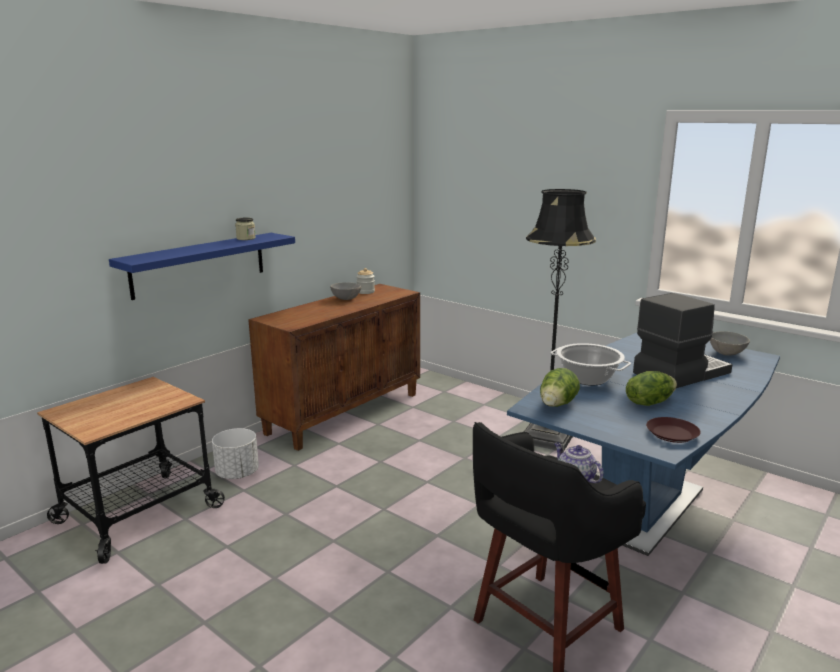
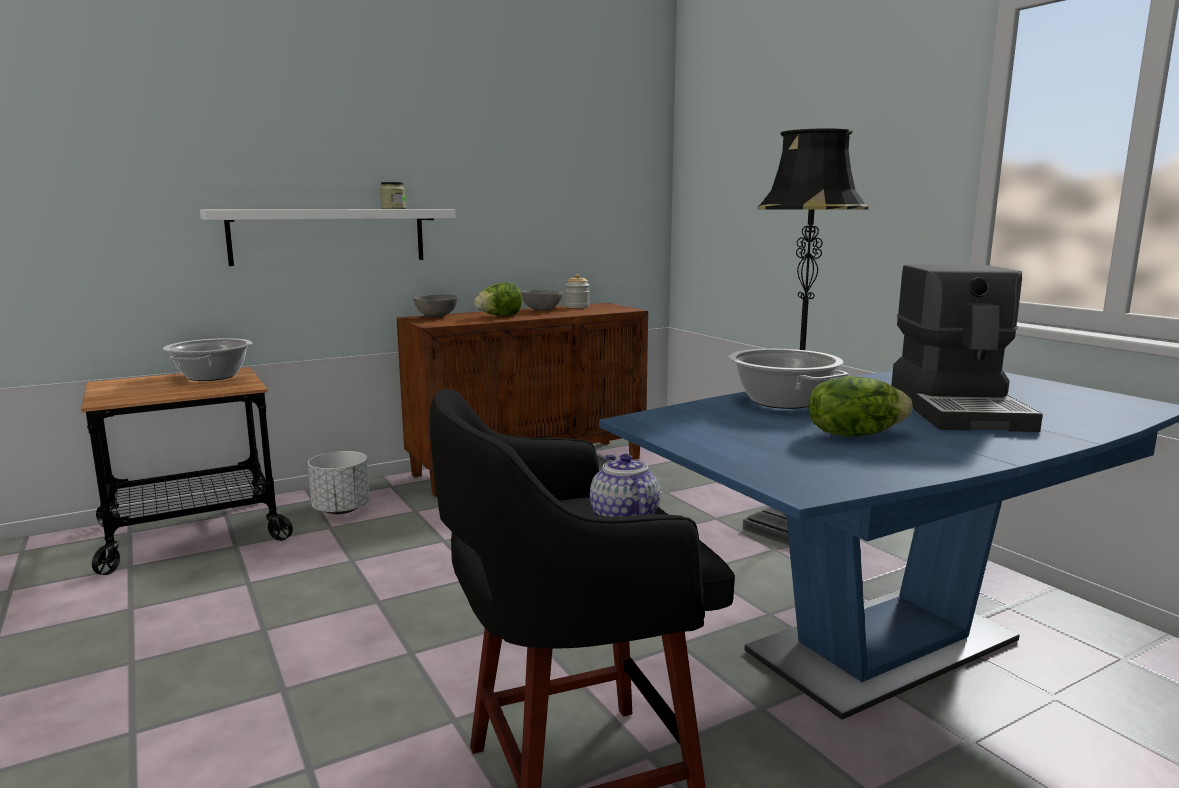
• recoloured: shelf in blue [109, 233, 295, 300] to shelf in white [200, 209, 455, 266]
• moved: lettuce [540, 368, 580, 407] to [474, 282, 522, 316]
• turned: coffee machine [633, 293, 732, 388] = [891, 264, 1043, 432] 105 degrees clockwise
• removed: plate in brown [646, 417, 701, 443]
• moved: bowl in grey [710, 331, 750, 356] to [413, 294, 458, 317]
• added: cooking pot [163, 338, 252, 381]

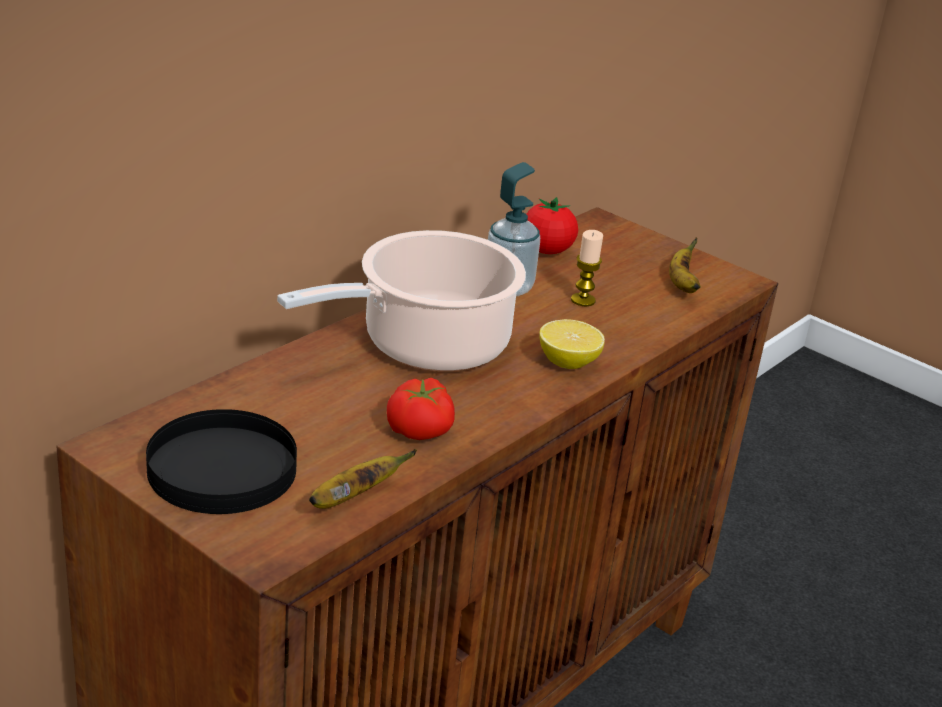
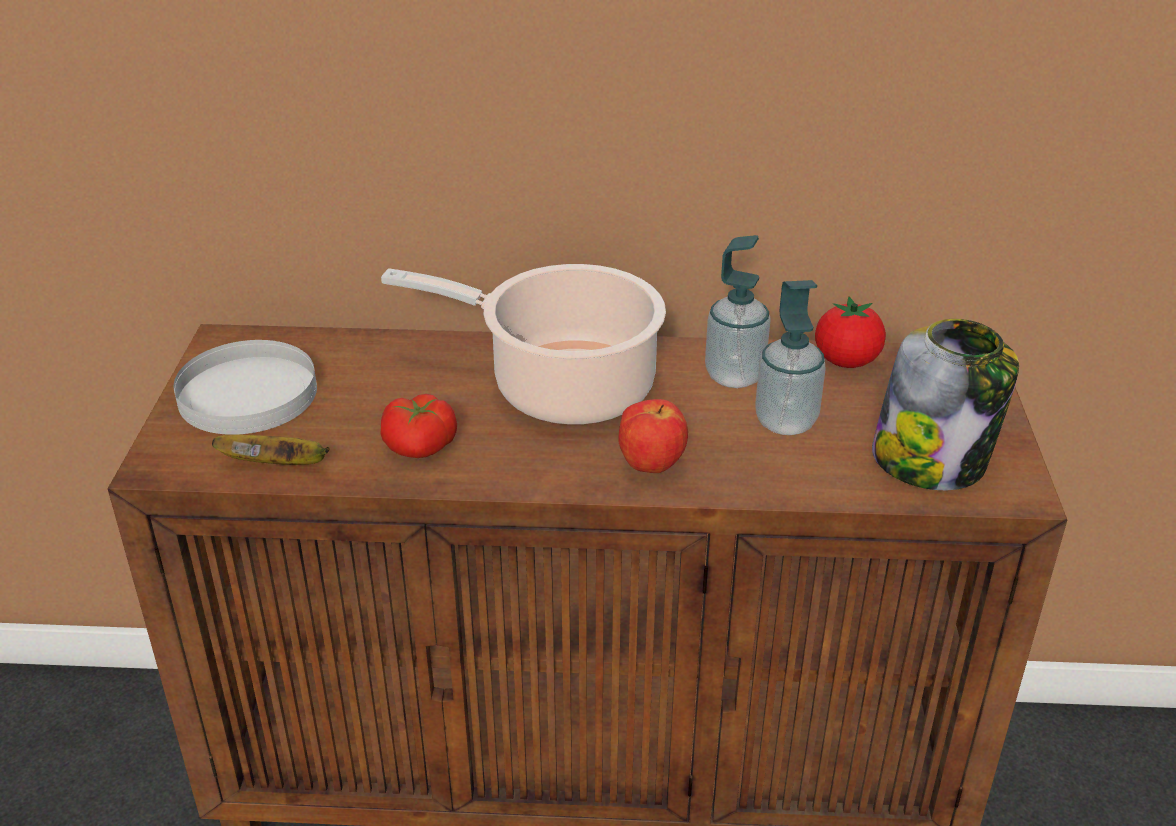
• recoloured: plate in black [146, 409, 297, 514] to plate in white [174, 340, 317, 435]
• replaced: lemon [539, 319, 605, 369] to apple [619, 399, 688, 473]
• replaced: candle [571, 230, 603, 306] to soap dispenser [756, 280, 826, 435]
• replaced: banana [669, 238, 701, 293] to jar [872, 319, 1019, 490]

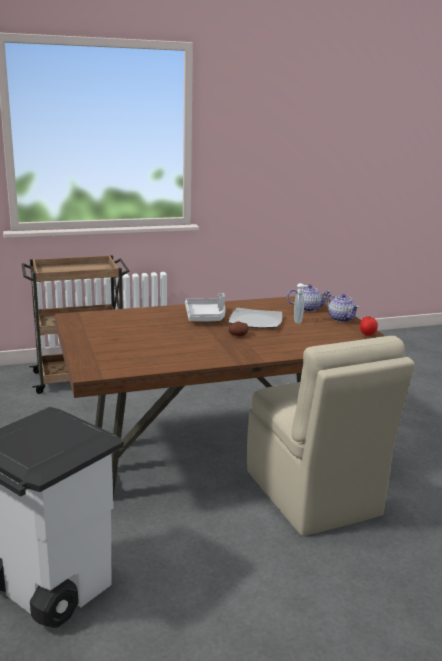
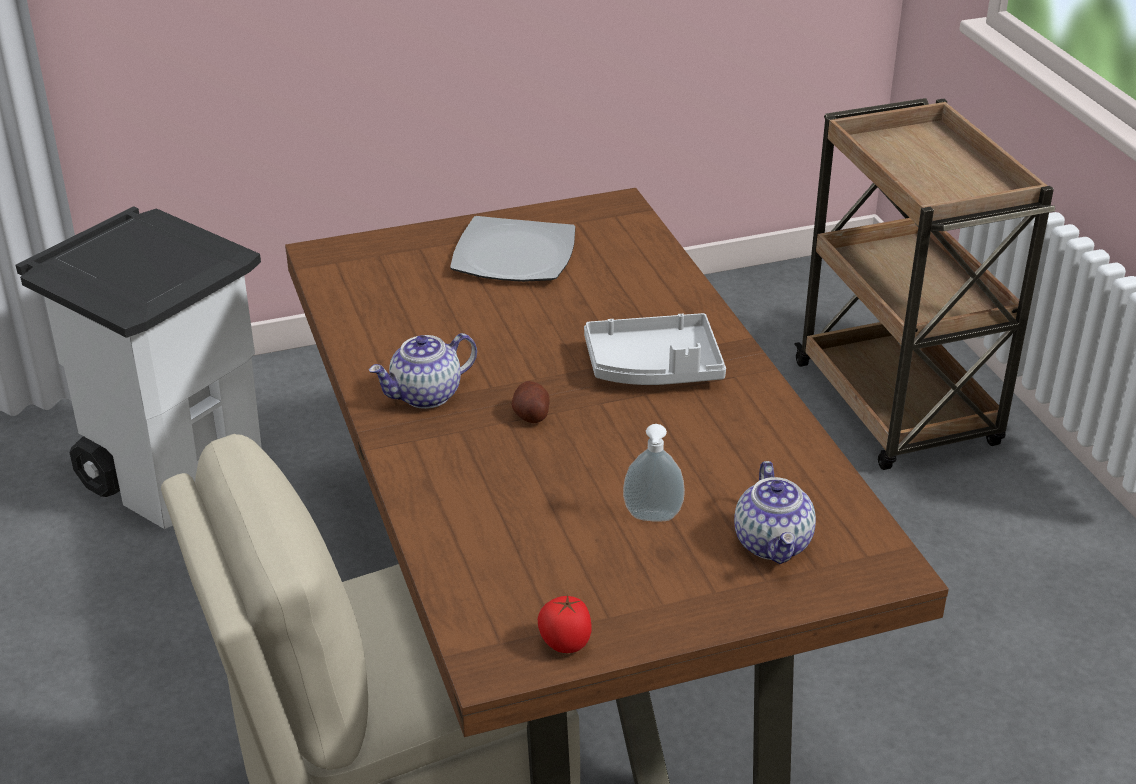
• moved: plate [229, 308, 282, 328] to [450, 216, 575, 282]
• moved: teapot [327, 294, 359, 322] to [369, 333, 477, 409]

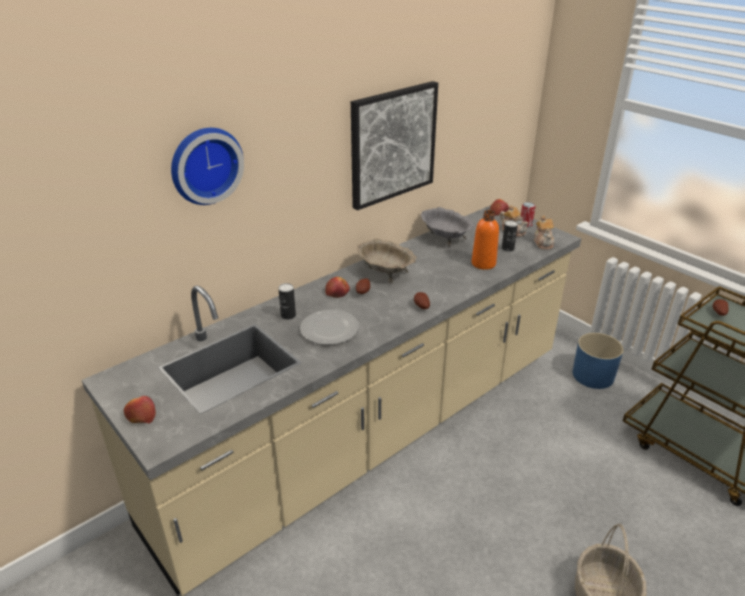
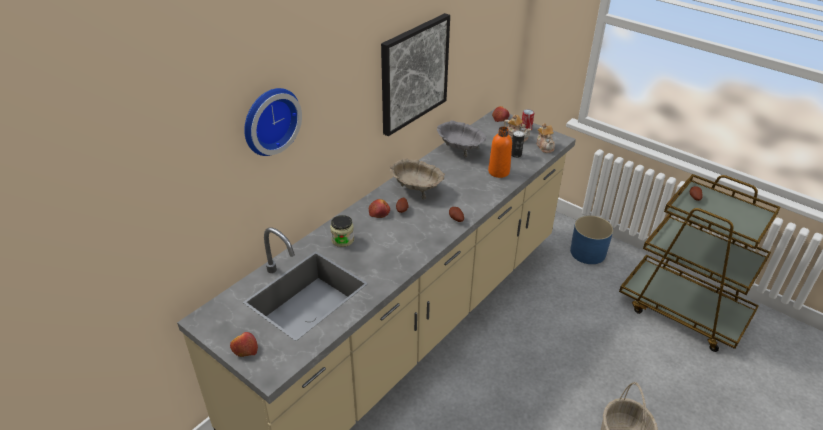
• replaced: can [278, 283, 296, 320] to jar [330, 215, 354, 247]
• removed: plate [300, 310, 359, 345]

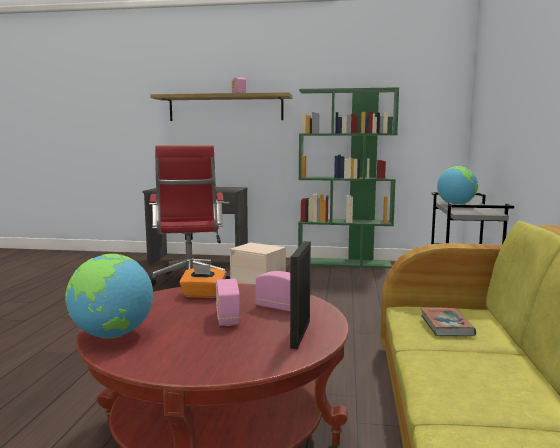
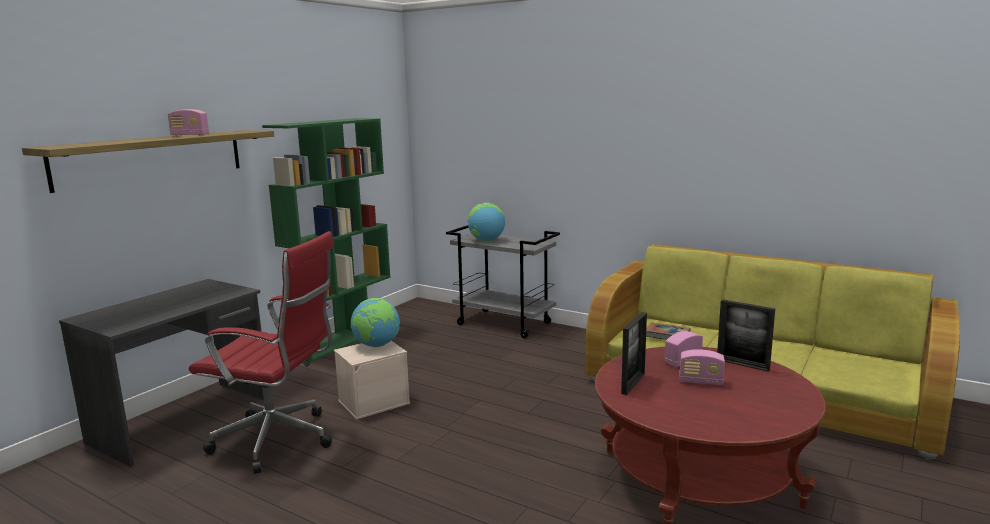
• moved: globe [65, 254, 153, 339] to [351, 298, 400, 347]
• replaced: tissue box in orange [179, 264, 226, 298] to picture frame [621, 312, 647, 395]

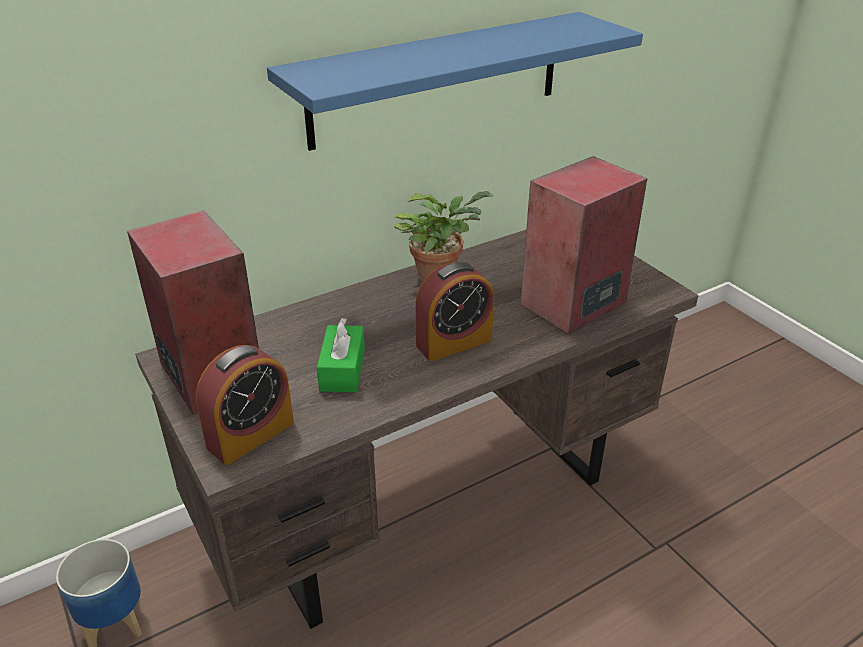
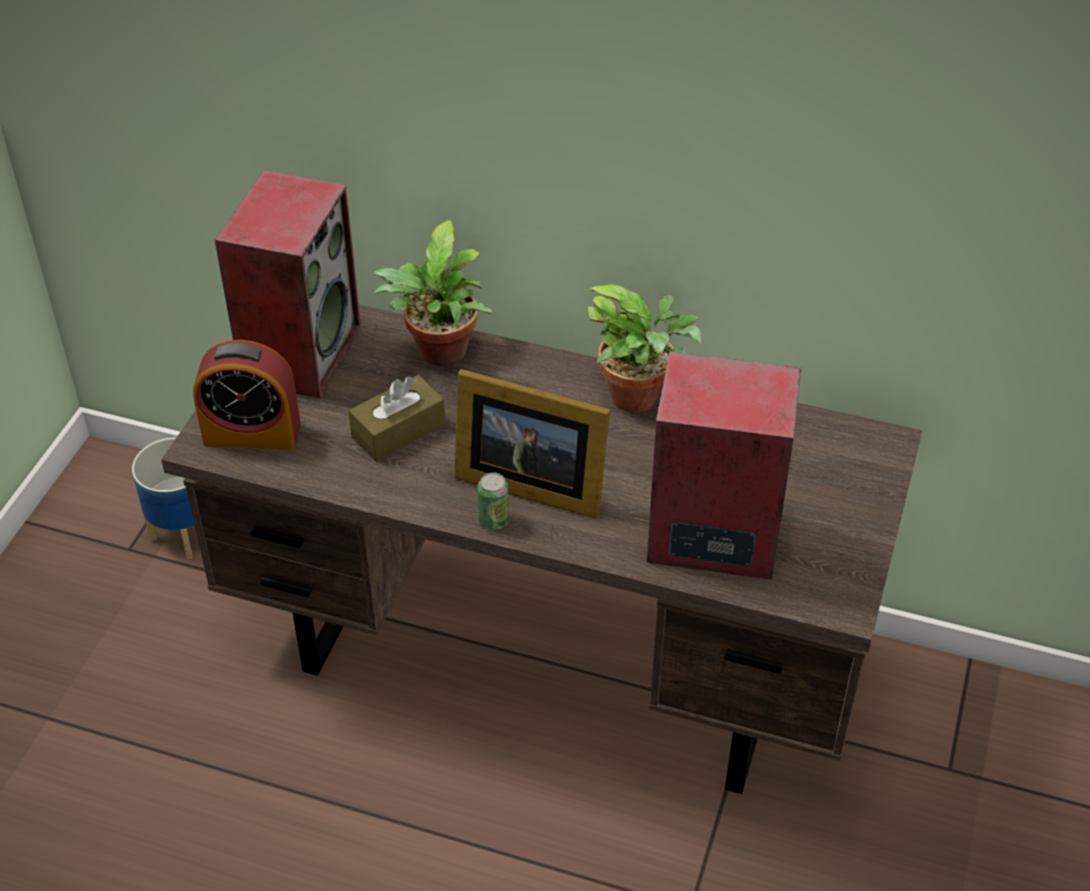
• removed: shelf in blue [267, 12, 643, 151]
• recoloured: tissue box in green [317, 318, 365, 392] to tissue box in brown [348, 375, 446, 461]
• replaced: alarm clock [415, 262, 494, 361] to picture frame [454, 369, 610, 519]
• added: potted plant [373, 220, 493, 366]
• added: can [477, 472, 509, 530]

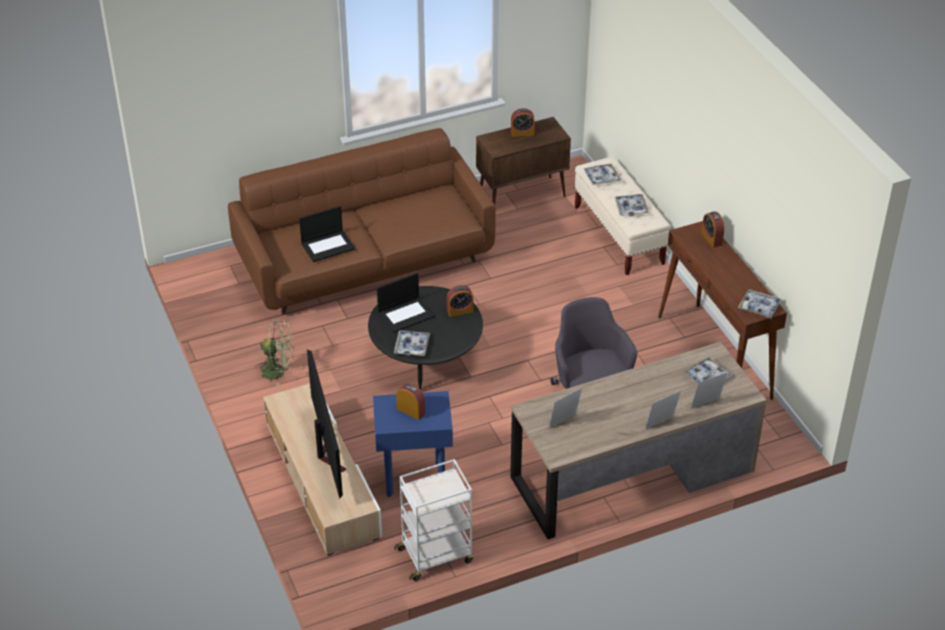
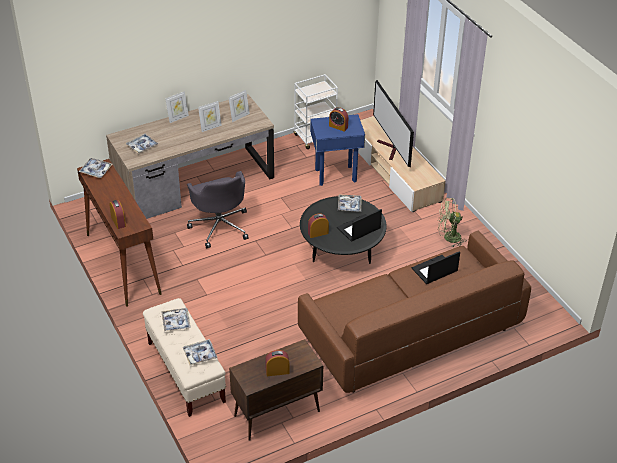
• moved: picture frame [691, 372, 728, 408] to [198, 101, 222, 132]

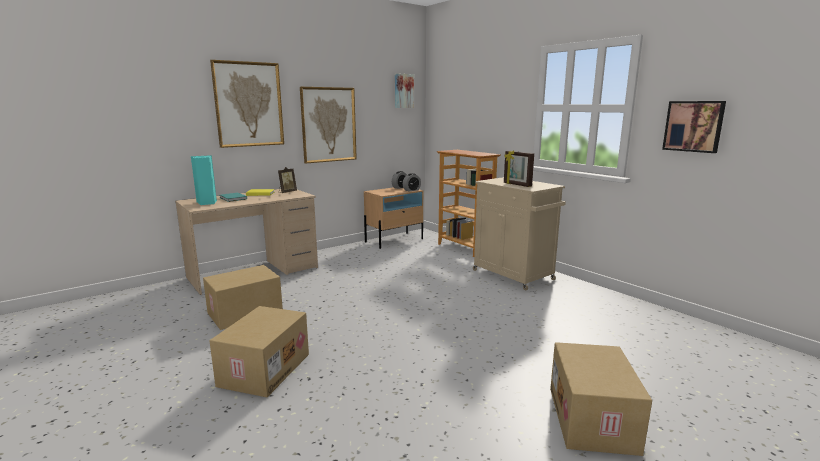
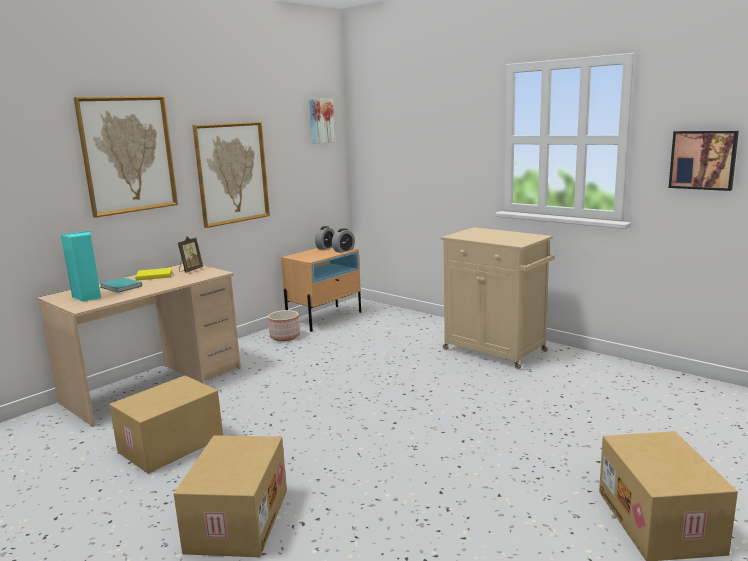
• removed: bookcase [437, 150, 501, 257]
• removed: picture frame [504, 150, 534, 187]
• added: planter [268, 310, 300, 341]

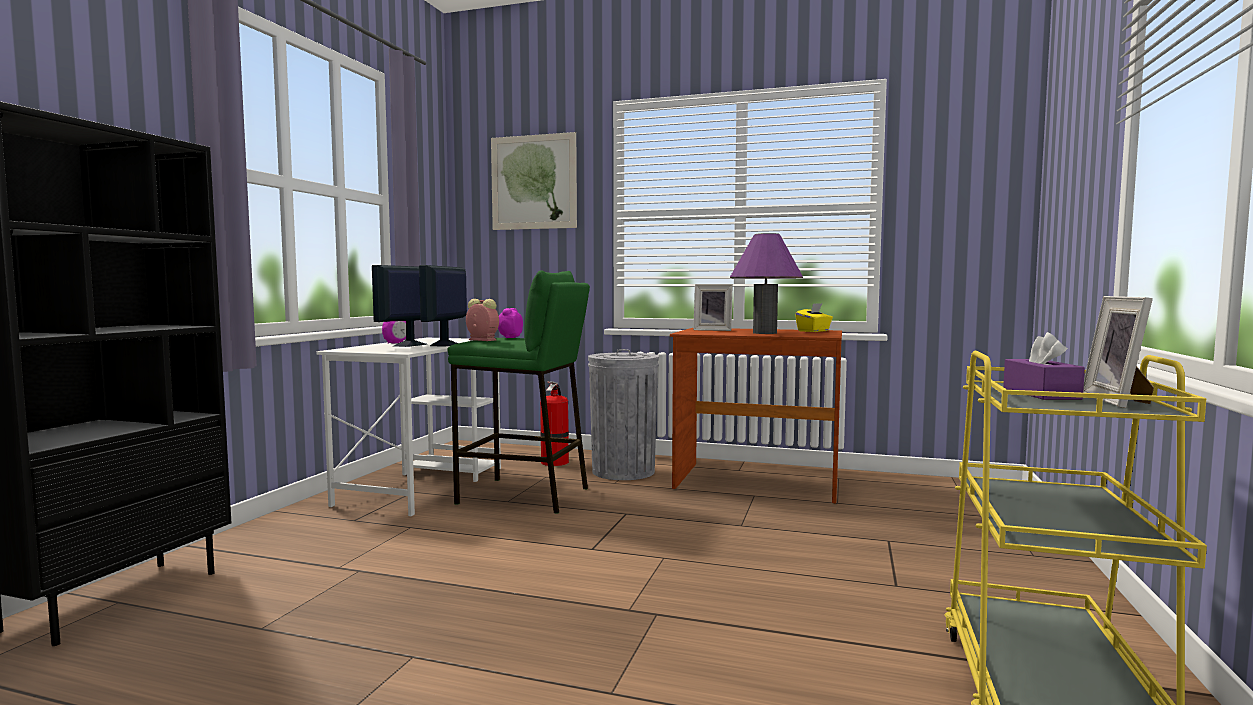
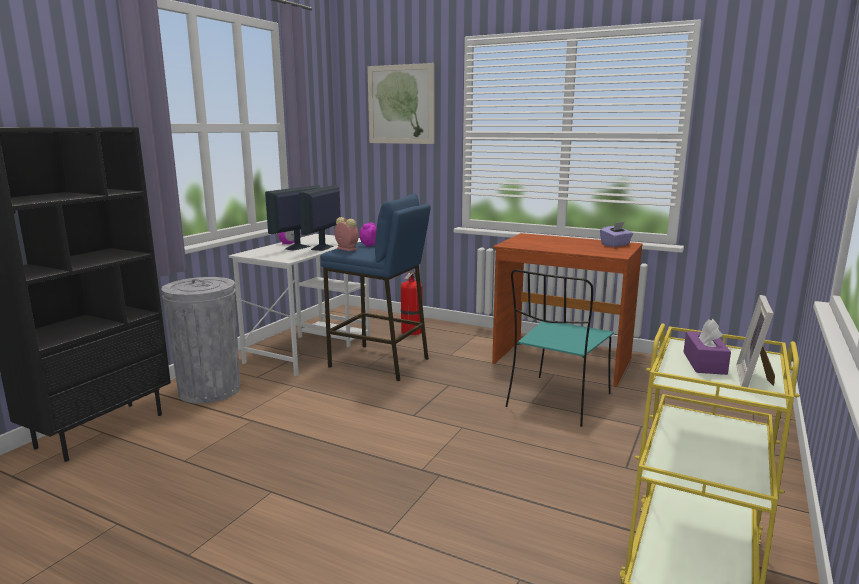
• recoloured: stool in green [447, 270, 590, 514] to stool in blue [321, 194, 431, 381]
• moved: trash can in grey [588, 349, 659, 480] to [161, 277, 240, 404]
• removed: picture frame [693, 284, 733, 331]
• removed: table lamp in purple [730, 233, 803, 334]
• recoloured: tissue box in yellow [795, 303, 833, 332] to tissue box in purple [600, 222, 633, 247]
• added: chair in turquoise [506, 270, 614, 427]

